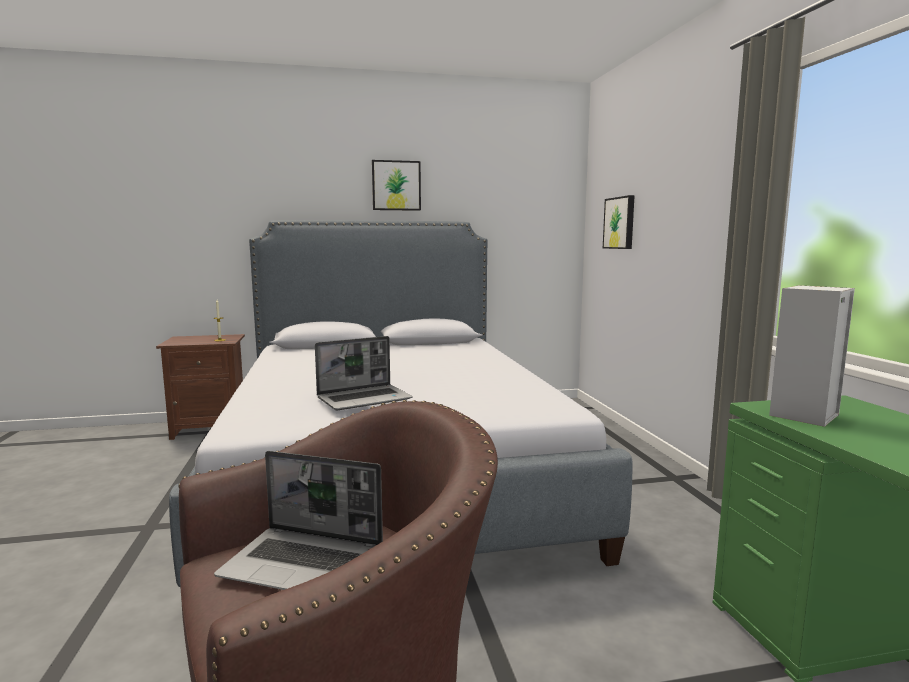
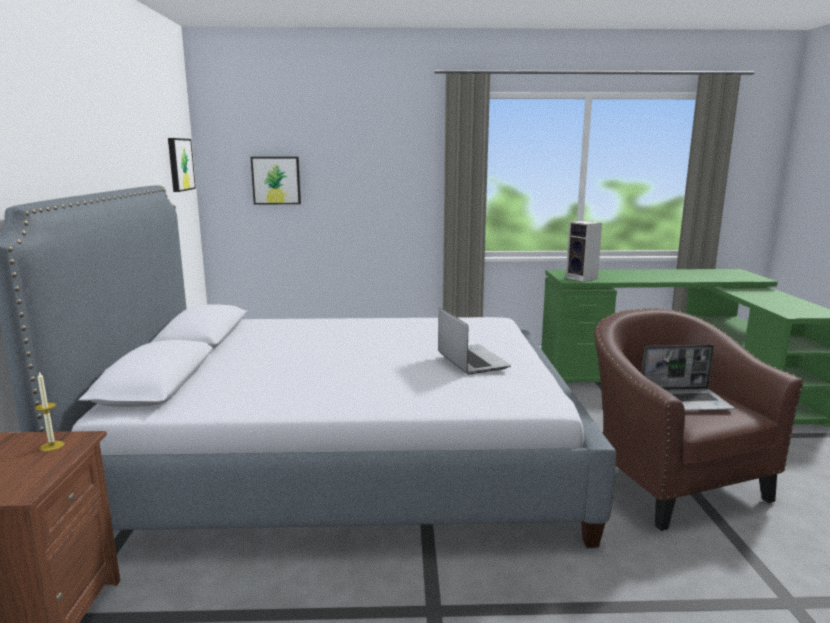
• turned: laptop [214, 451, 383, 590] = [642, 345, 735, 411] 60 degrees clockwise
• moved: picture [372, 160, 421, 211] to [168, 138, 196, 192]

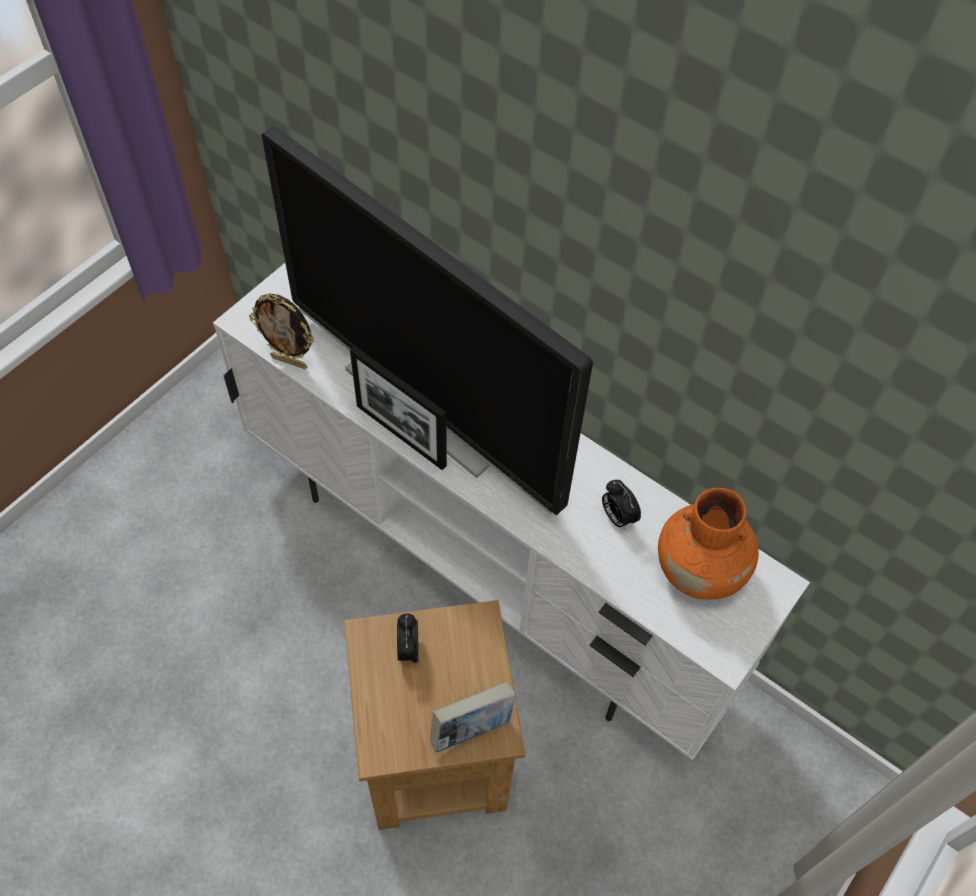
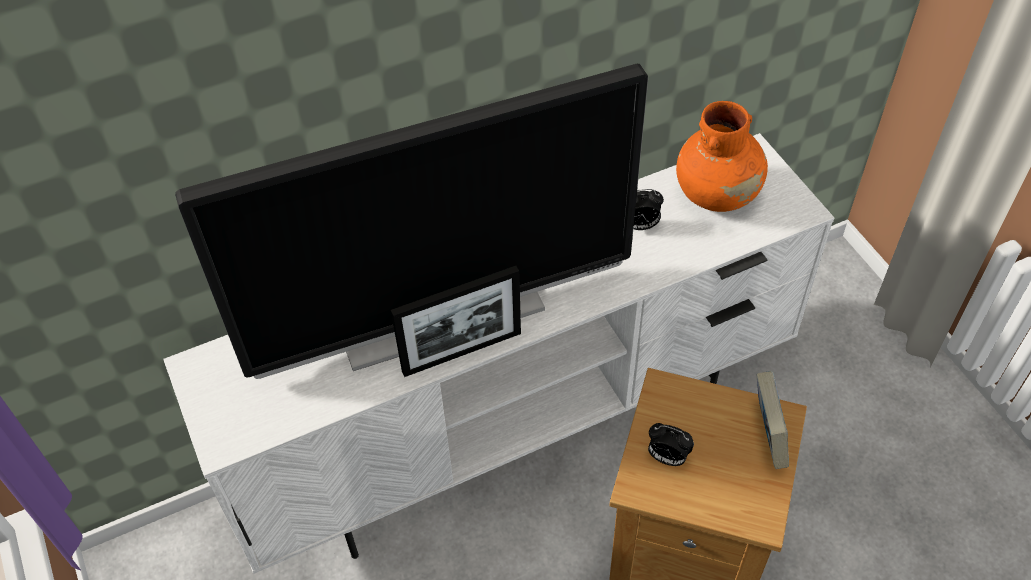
• removed: picture frame [249, 294, 314, 369]

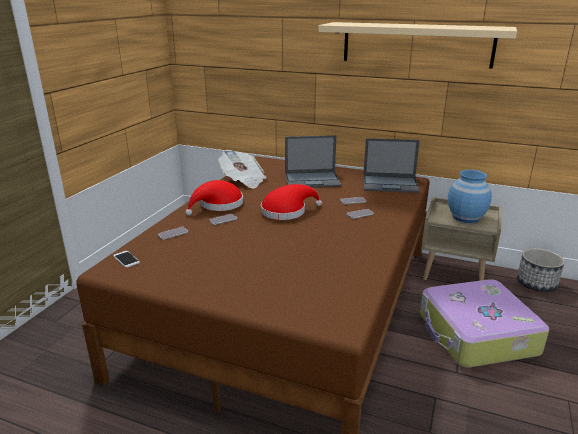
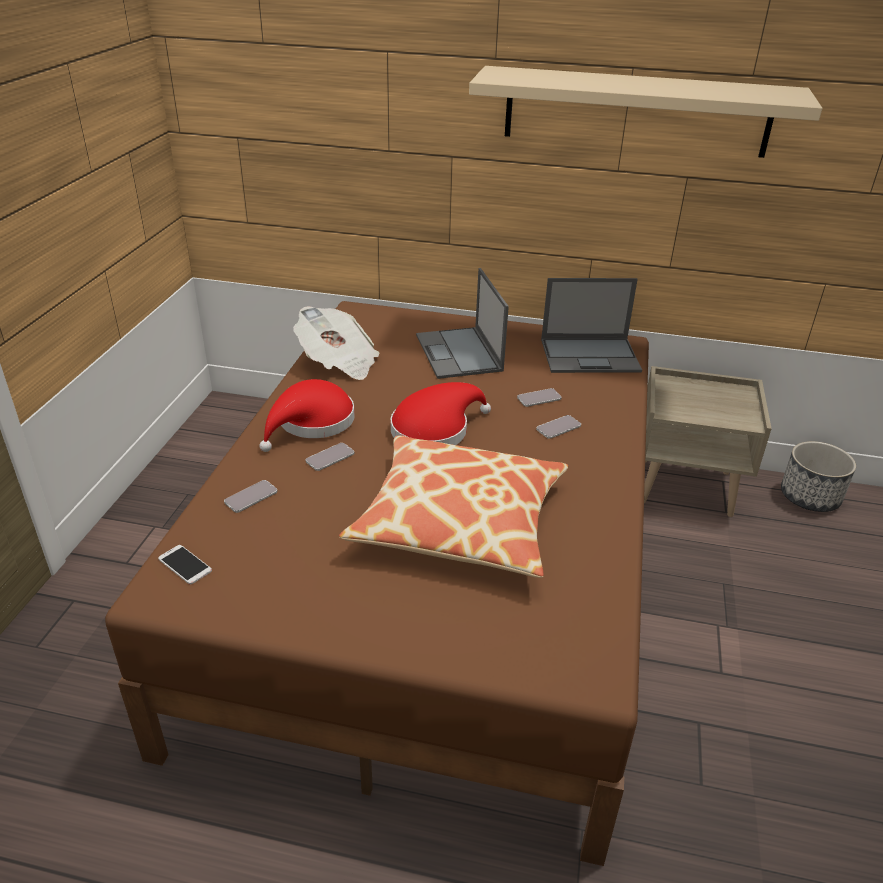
• turned: laptop [285, 135, 342, 188] = [416, 268, 509, 379] 90 degrees clockwise
• removed: suitcase [420, 279, 549, 368]
• removed: vase in blue [448, 170, 492, 223]
• added: pillow [339, 435, 568, 578]

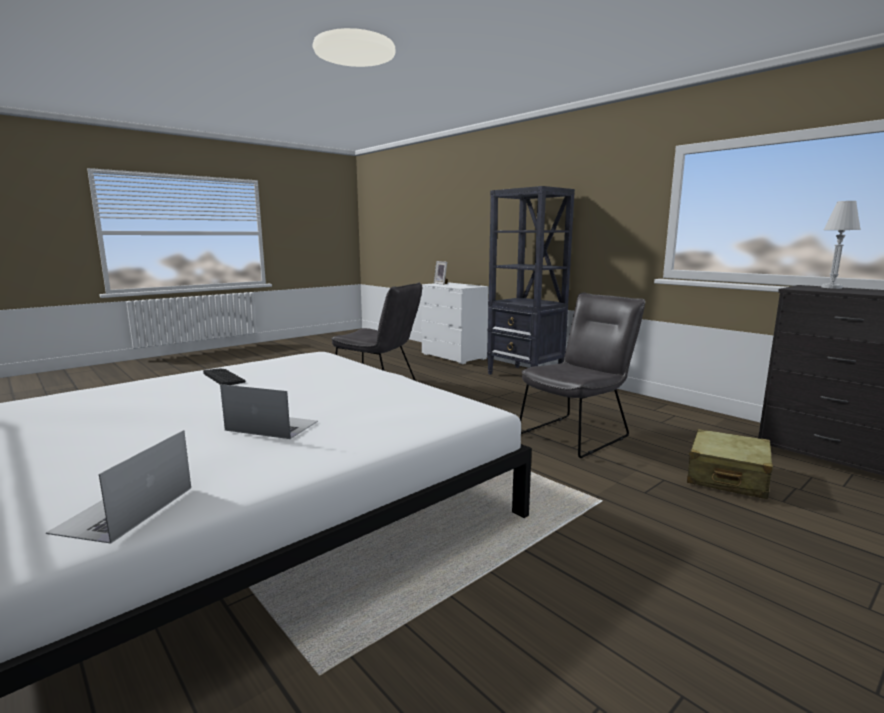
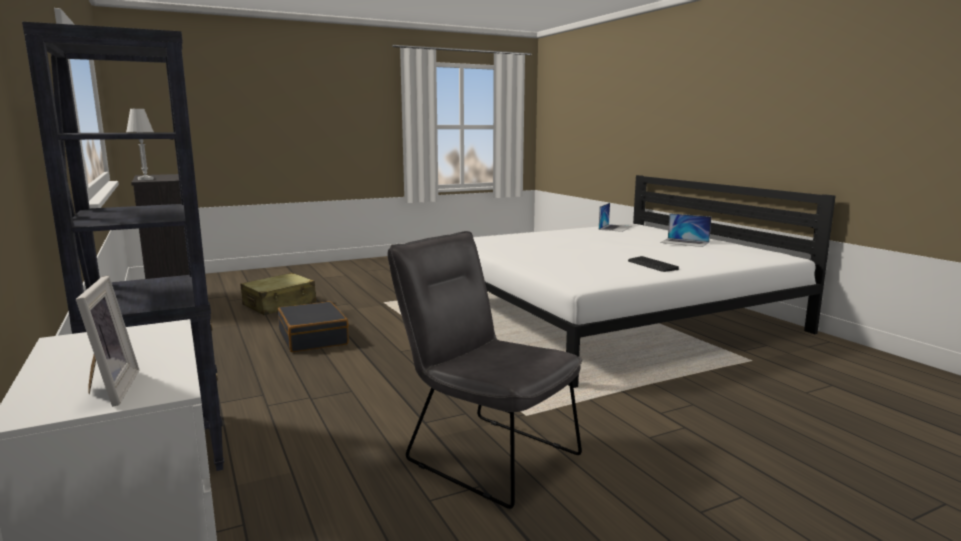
• moved: laptop [220, 384, 318, 439] to [660, 213, 712, 247]
• replaced: chair in grey [519, 293, 646, 458] to suitcase in black [278, 301, 349, 352]

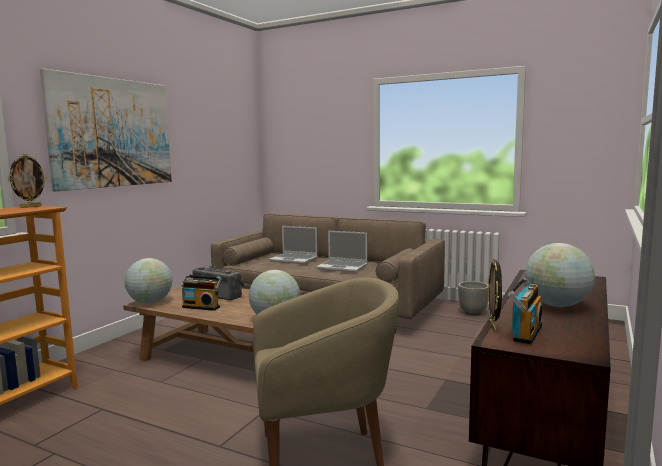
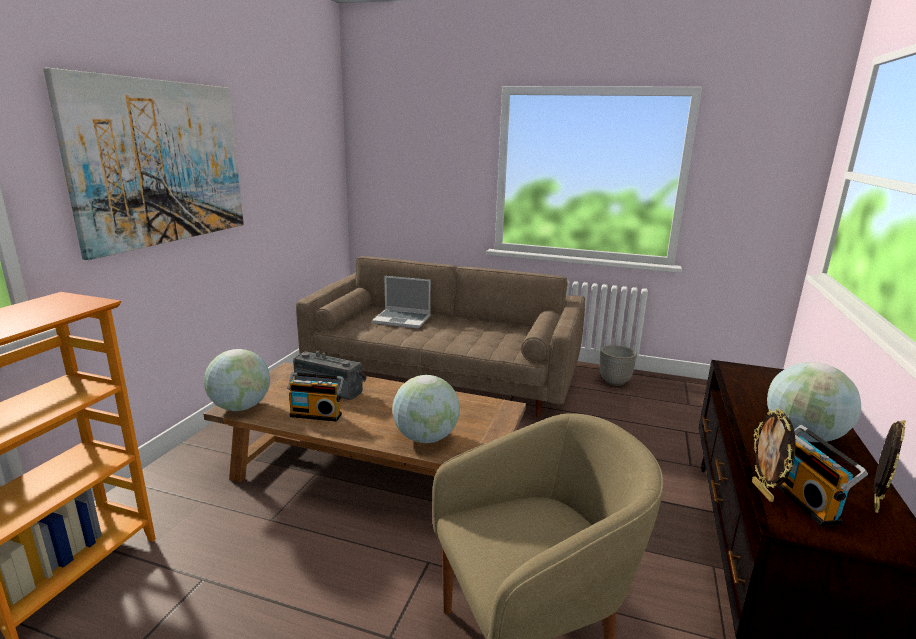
• moved: picture frame [8, 154, 47, 208] to [873, 420, 906, 513]
• removed: laptop [316, 231, 367, 273]
• turned: radio [508, 278, 542, 344] = [777, 425, 868, 526] 150 degrees clockwise

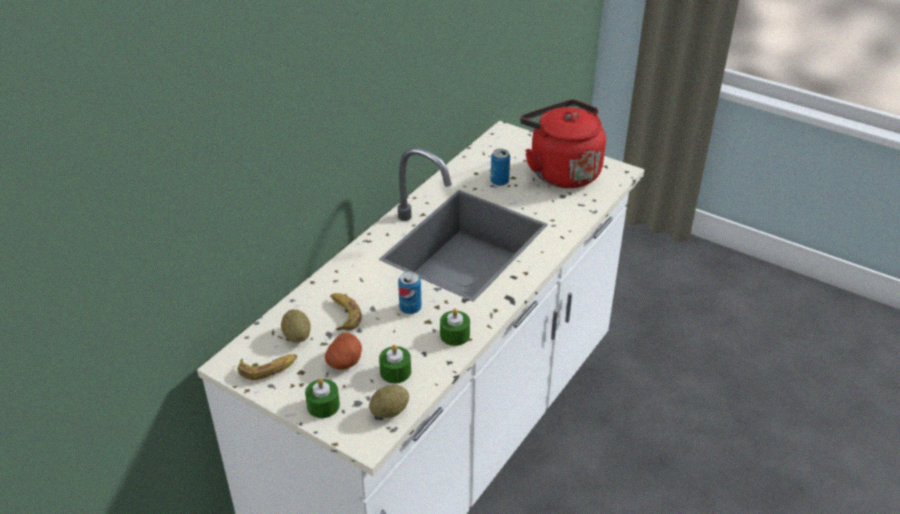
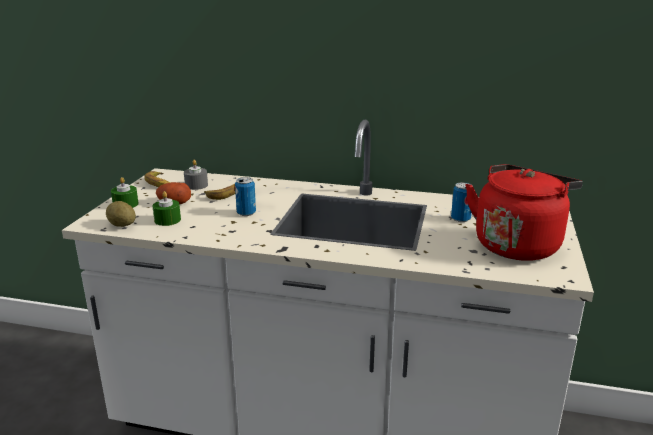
• replaced: potato [281, 309, 311, 343] to candle in grey [184, 160, 208, 190]
• removed: candle in green [440, 308, 470, 346]

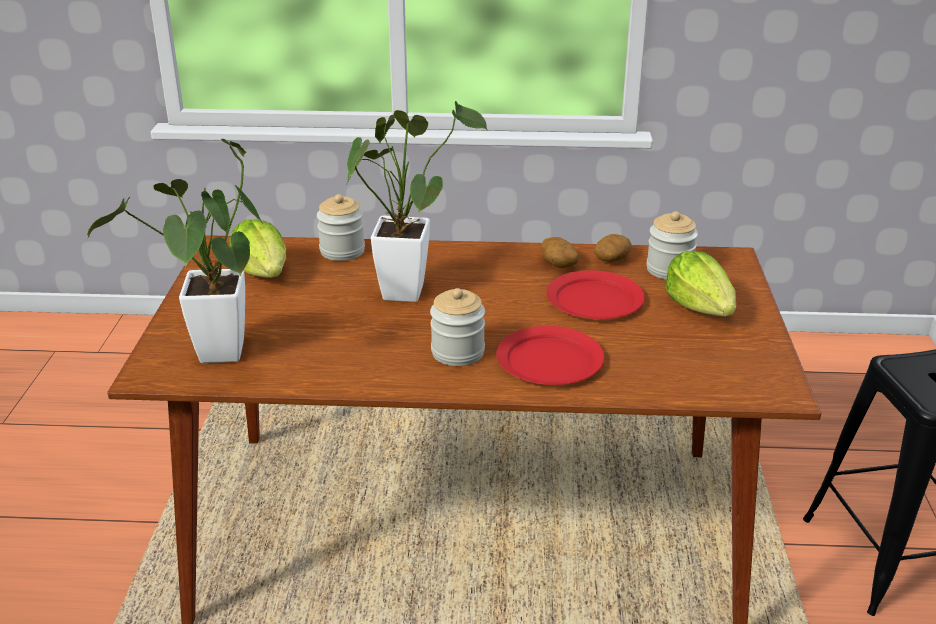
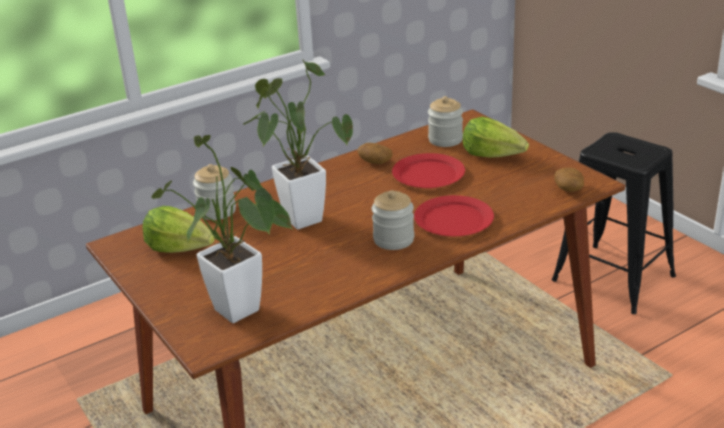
• moved: potato [594, 234, 631, 262] to [554, 168, 584, 192]

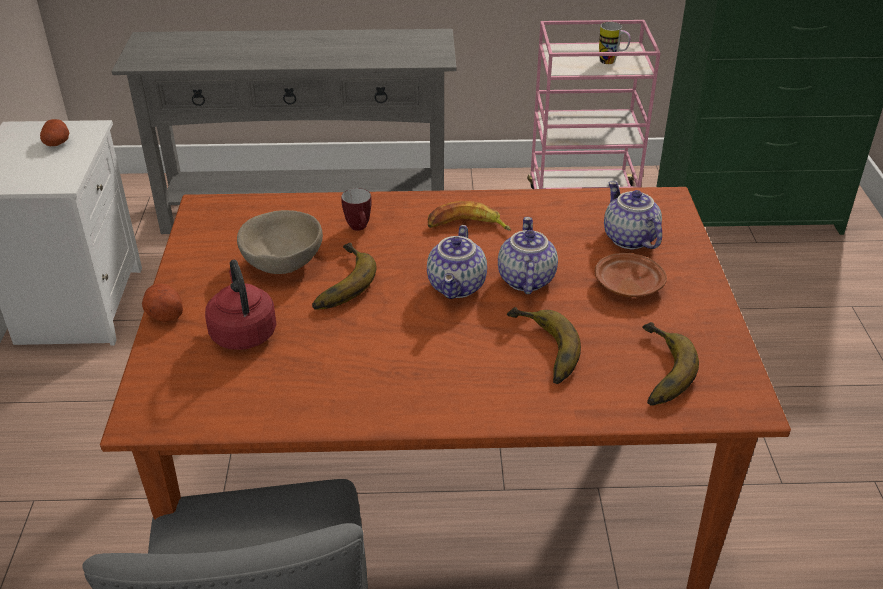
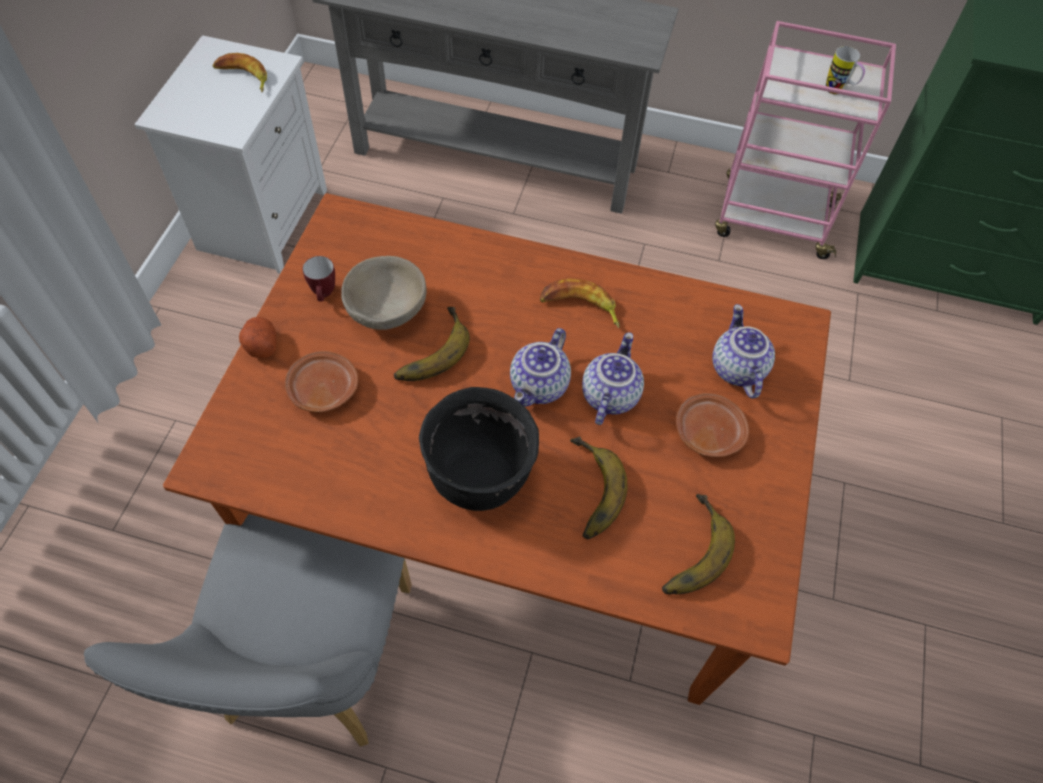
• replaced: potato [40, 119, 69, 146] to banana [212, 53, 267, 92]
• replaced: kettle in red [205, 260, 276, 350] to plate in brown [285, 351, 358, 413]
• moved: mug [341, 188, 372, 231] to [303, 256, 335, 302]
• added: cooking pot in black [419, 387, 539, 511]

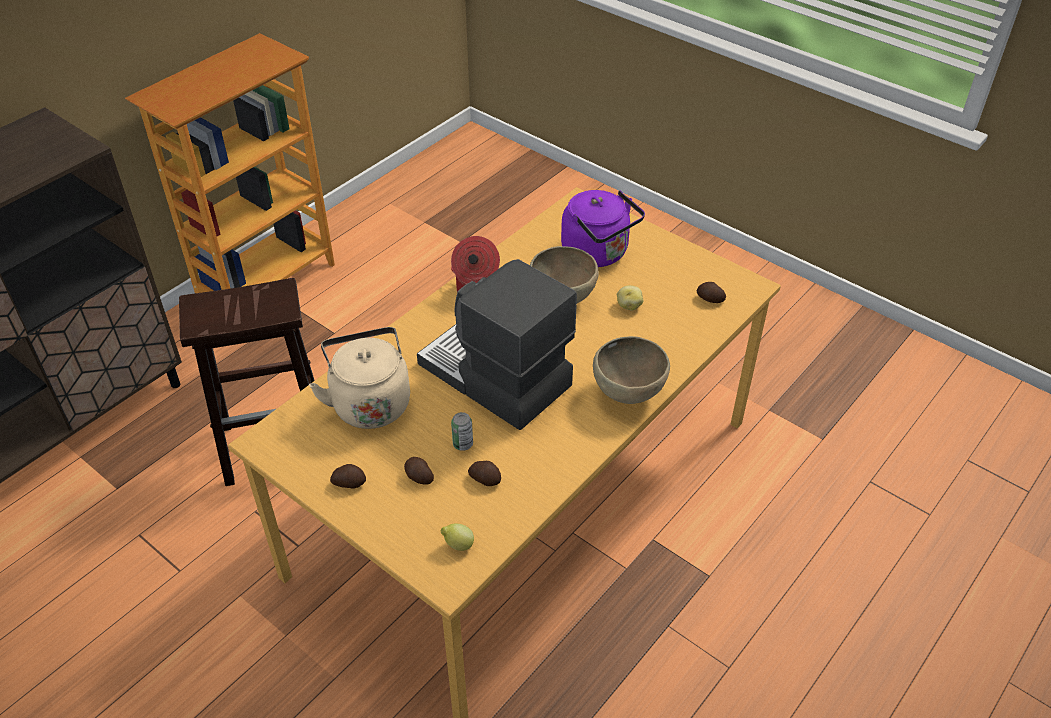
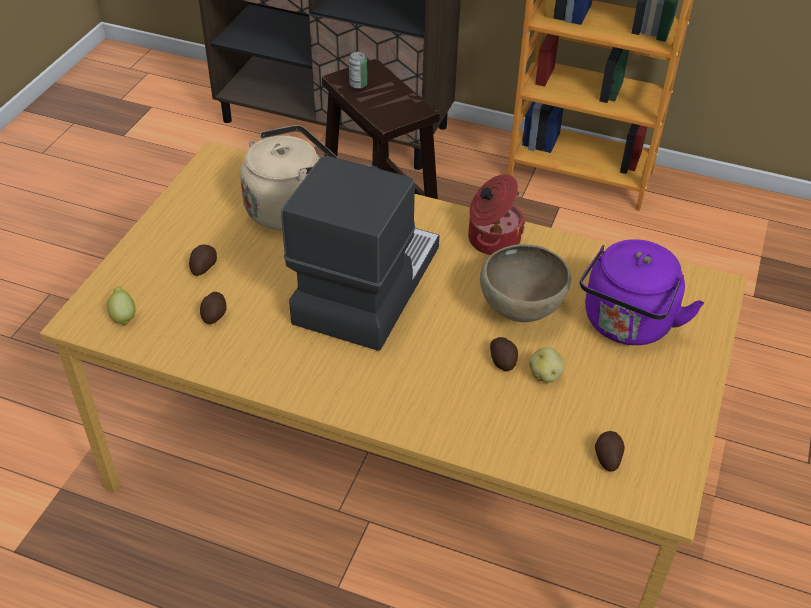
• moved: potato [330, 464, 366, 489] to [490, 337, 518, 371]
• moved: can [451, 412, 473, 451] to [349, 52, 367, 89]
• removed: bowl in brown [593, 336, 670, 404]

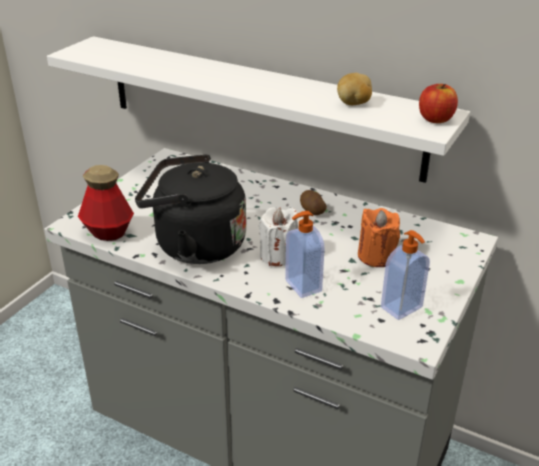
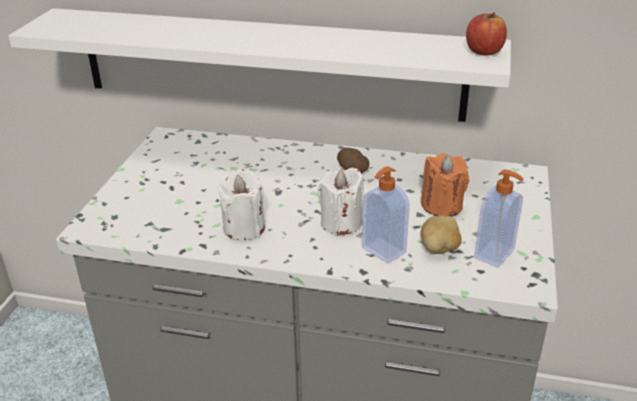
• removed: bottle [78, 165, 134, 241]
• replaced: kettle in black [135, 154, 246, 264] to candle in white [218, 169, 265, 240]
• moved: potato [337, 73, 372, 105] to [421, 215, 462, 254]

